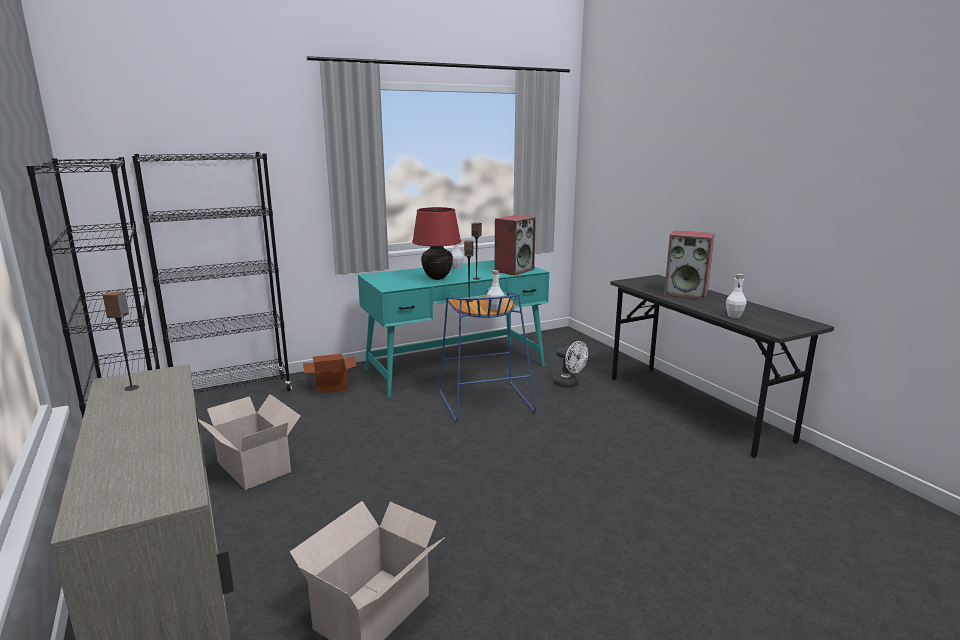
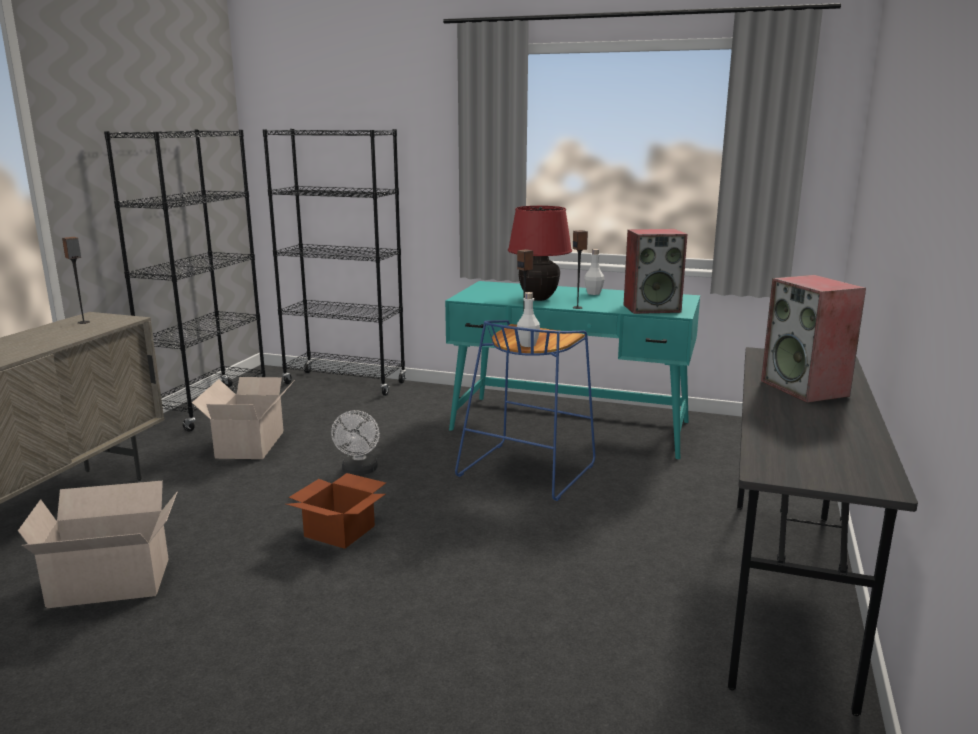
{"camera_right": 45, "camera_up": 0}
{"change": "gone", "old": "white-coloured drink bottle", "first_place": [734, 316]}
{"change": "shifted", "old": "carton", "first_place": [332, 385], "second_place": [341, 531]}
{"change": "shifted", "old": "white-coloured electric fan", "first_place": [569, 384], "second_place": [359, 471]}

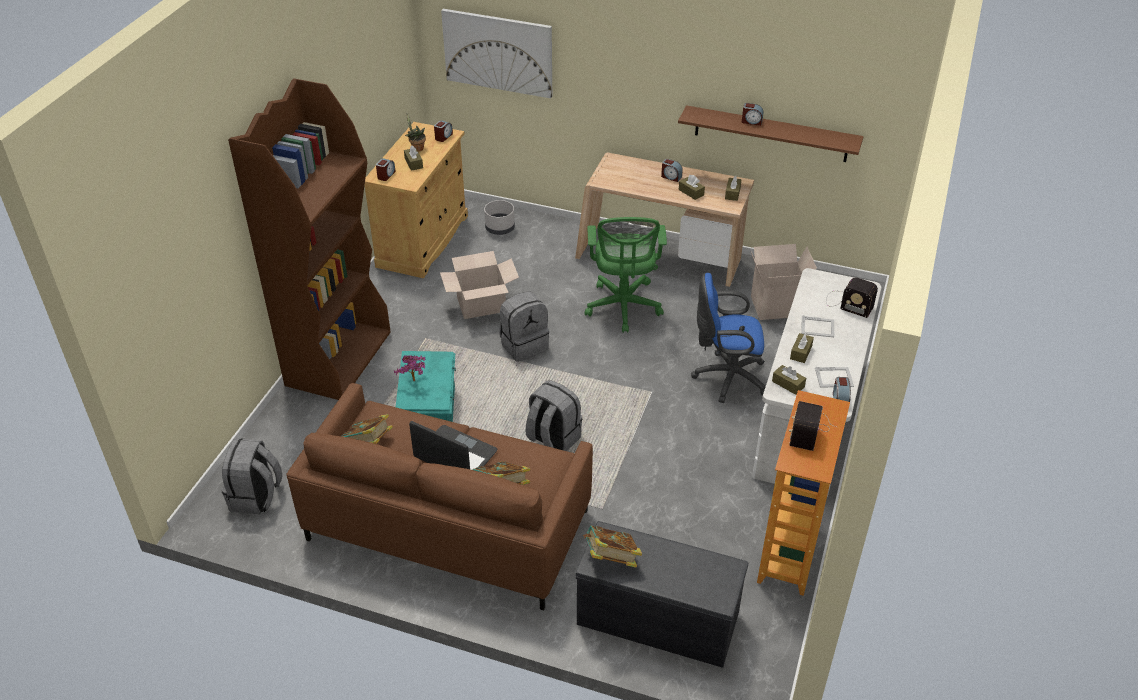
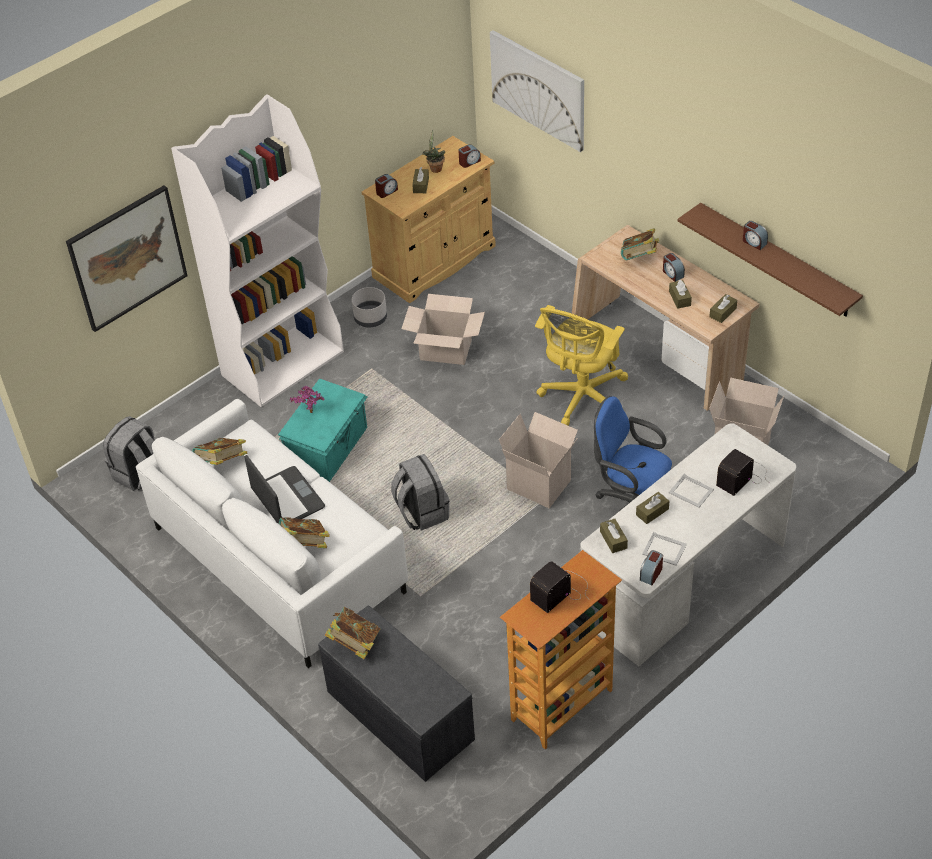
{"camera_right": 30, "camera_up": 5}
{"change": "gone", "old": "greyish backpack", "first_place": [524, 345]}
{"change": "new", "new": "wall art", "second_place": [127, 258]}
{"change": "new", "new": "carton", "second_place": [540, 484]}
{"change": "new", "new": "bound book", "second_place": [639, 258]}
{"change": "shifted", "old": "greyish flower pot", "first_place": [500, 228], "second_place": [371, 318]}
{"change": "repainted", "old": "brownish bookcase", "new": "white-coloured bookcase", "first_place": [338, 358], "second_place": [283, 363]}
{"change": "repainted", "old": "brownish settee", "new": "white-coloured settee", "first_place": [448, 523], "second_place": [279, 558]}
{"change": "repainted", "old": "greenish office chair", "new": "yellow-coloured office chair", "first_place": [623, 308], "second_place": [581, 398]}
{"change": "rotated", "old": "radio receiver", "first_place": [847, 303], "second_place": [743, 476], "degrees": 75}

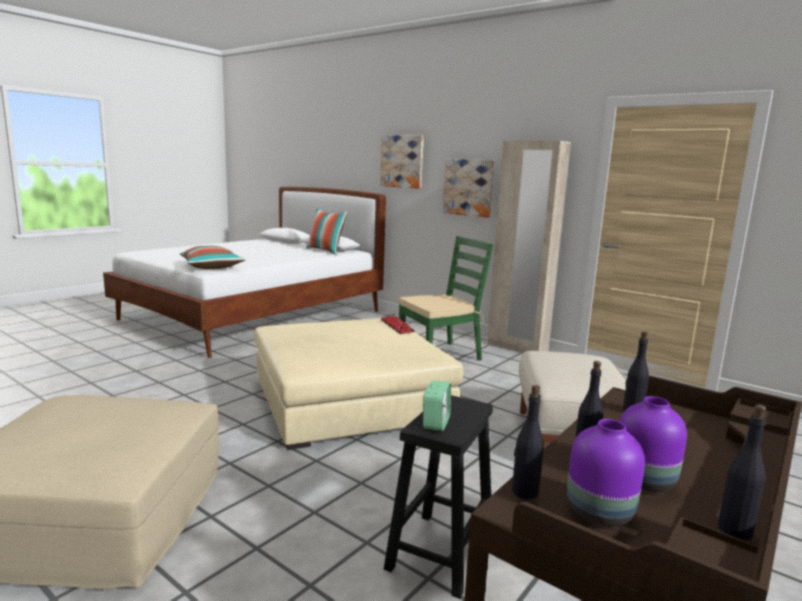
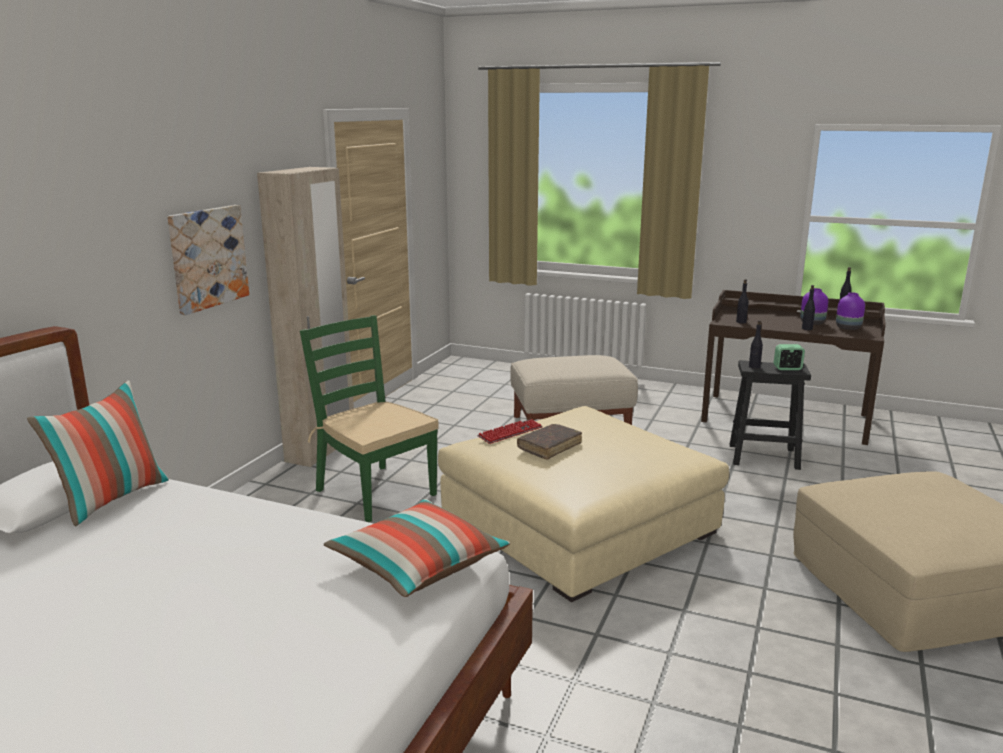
{"camera_right": -105, "camera_up": 5}
{"change": "gone", "old": "wall art", "first_place": [402, 161]}
{"change": "new", "new": "brownish bound book", "second_place": [549, 447]}
{"change": "shifted", "old": "blackish drink bottle", "first_place": [524, 491], "second_place": [754, 367]}

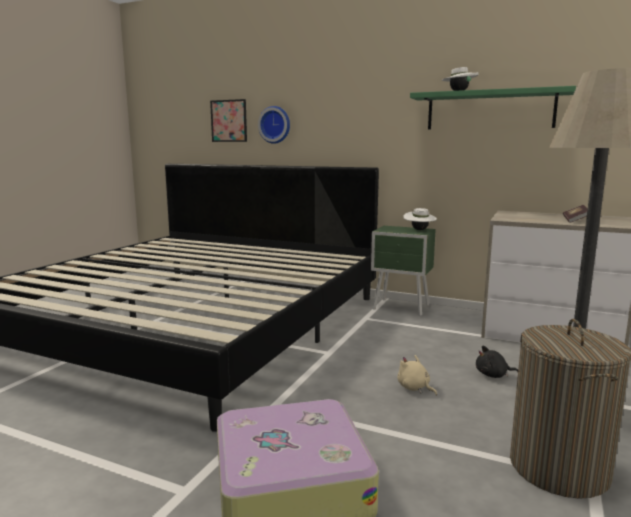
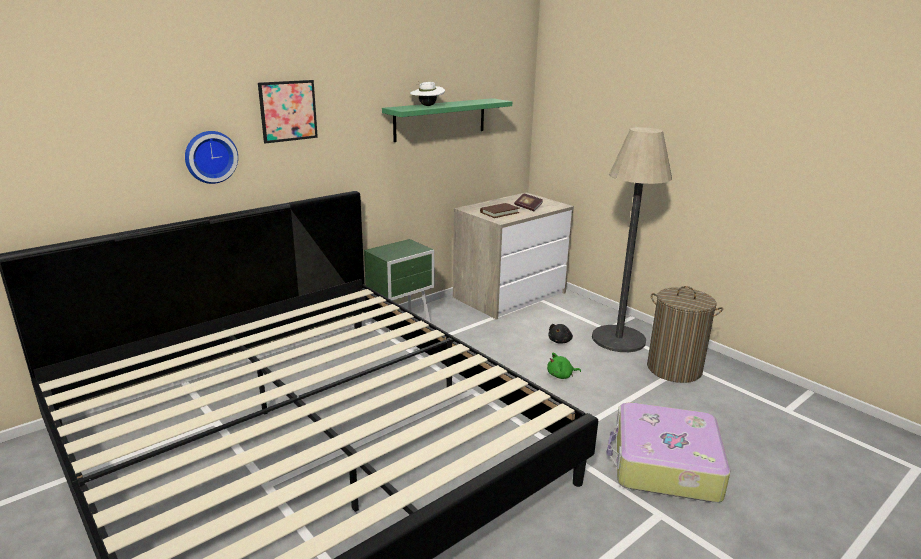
{"camera_right": -65, "camera_up": 10}
{"change": "gone", "old": "white-coloured wearable hat", "first_place": [419, 230]}
{"change": "new", "new": "brownish bound book", "second_place": [499, 212]}
{"change": "shifted", "old": "wall art", "first_place": [229, 121], "second_place": [288, 111]}
{"change": "repainted", "old": "beige-coloured plush toy", "new": "greenish plush toy", "first_place": [414, 388], "second_place": [561, 376]}

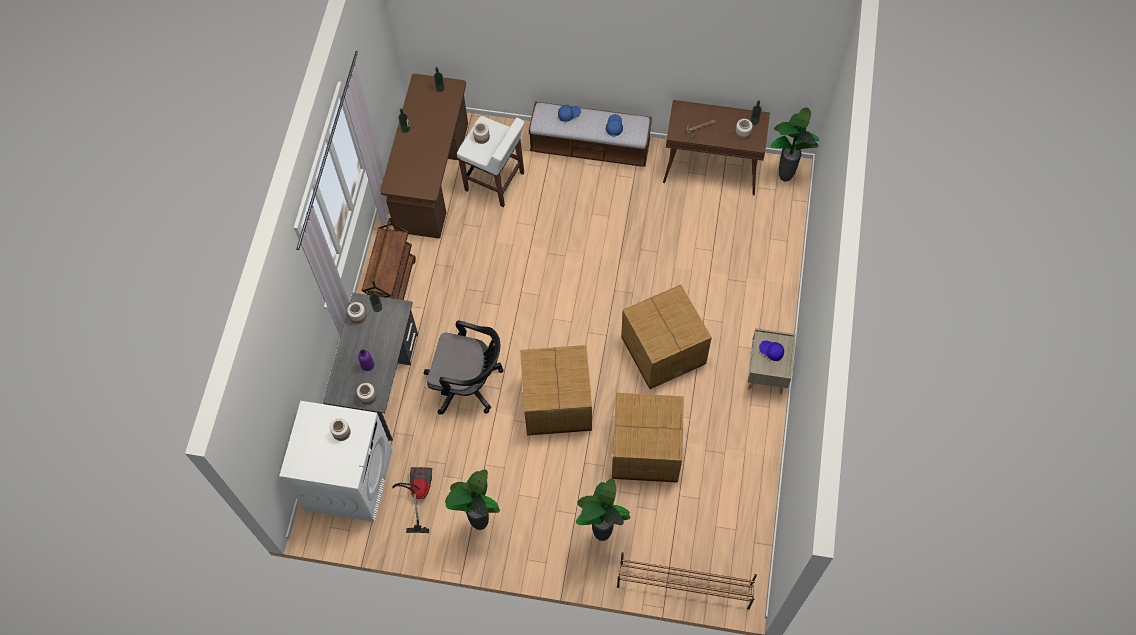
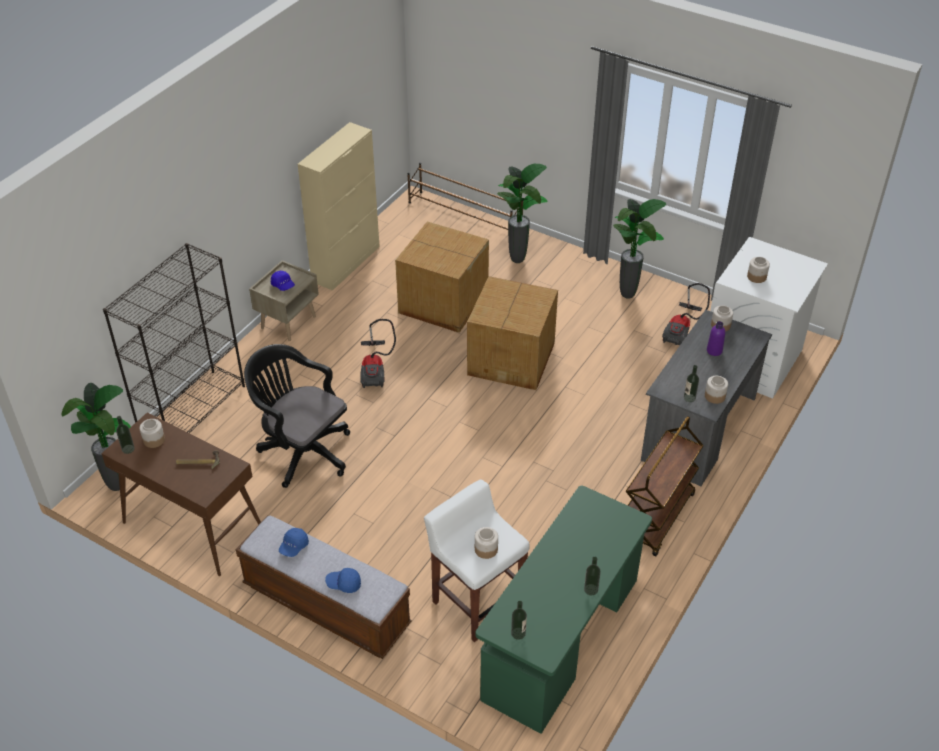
{"camera_right": -160, "camera_up": -20}
{"change": "new", "new": "blackish bookcase", "second_place": [193, 411]}
{"change": "new", "new": "beige-coloured cupboard", "second_place": [346, 263]}
{"change": "shifted", "old": "blackish office chair", "first_place": [468, 384], "second_place": [302, 451]}
{"change": "swapped", "old": "carton", "new": "hoover", "first_place": [663, 349], "second_place": [375, 369]}
{"change": "repainted", "old": "brownish desk table", "new": "greenish desk table", "first_place": [432, 177], "second_place": [561, 639]}

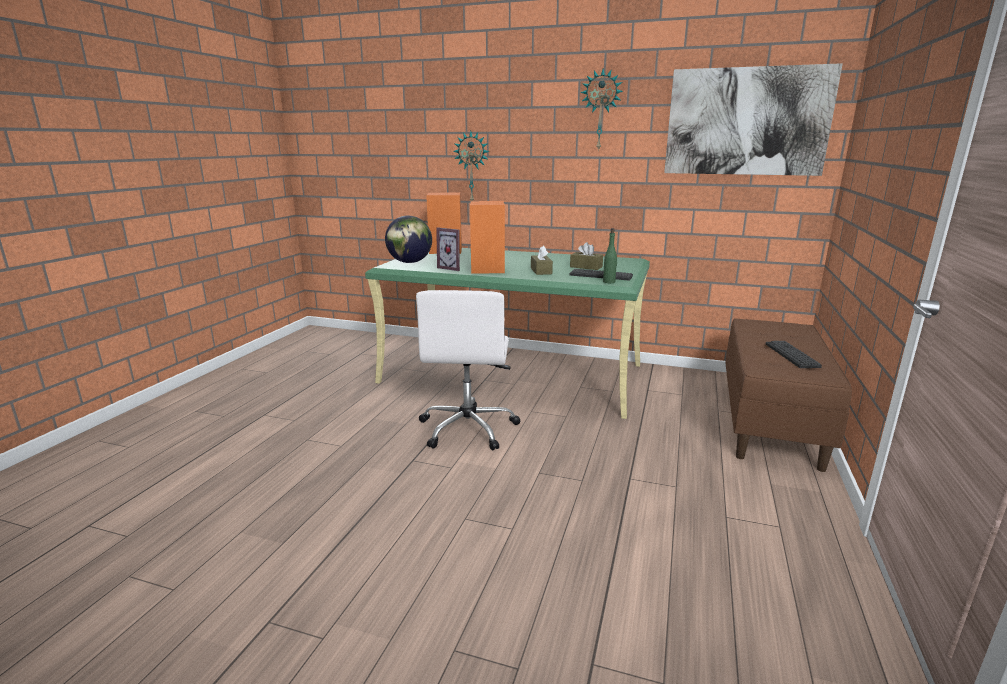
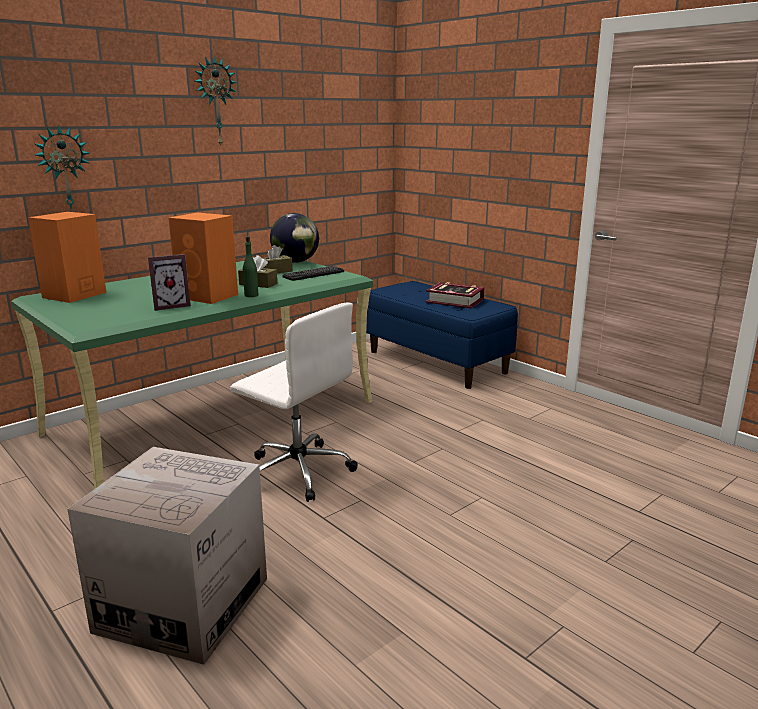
{"camera_right": -60, "camera_up": 0}
{"change": "gone", "old": "wall art", "first_place": [747, 122]}
{"change": "new", "new": "carton", "second_place": [183, 604]}
{"change": "shifted", "old": "globe", "first_place": [409, 262], "second_place": [295, 262]}
{"change": "shifted", "old": "greenish drink bottle", "first_place": [609, 282], "second_place": [251, 295]}
{"change": "swapped", "old": "computer keyboard", "new": "bound book", "first_place": [791, 355], "second_place": [455, 301]}
{"change": "repainted", "old": "brownish long seat", "new": "bluish long seat", "first_place": [770, 423], "second_place": [437, 362]}

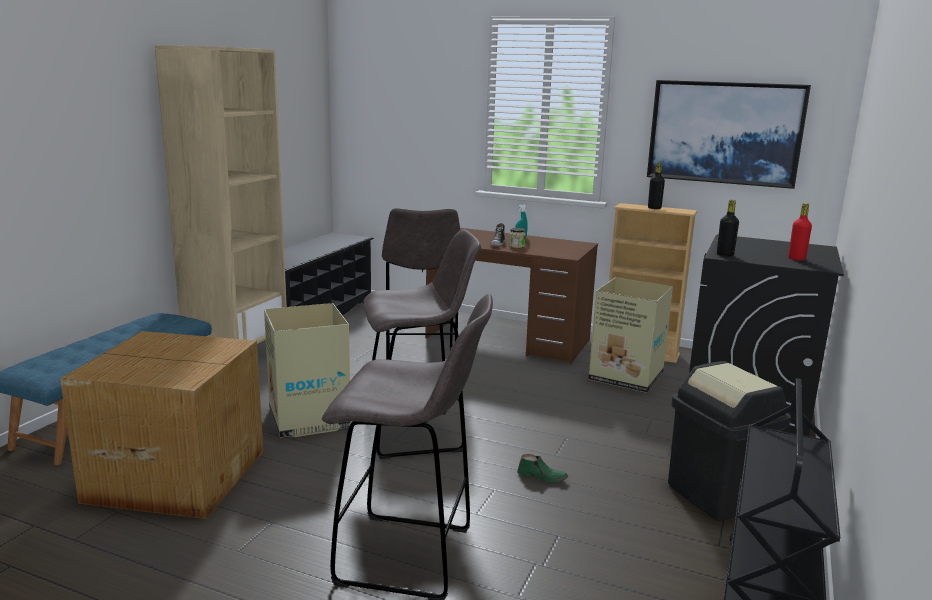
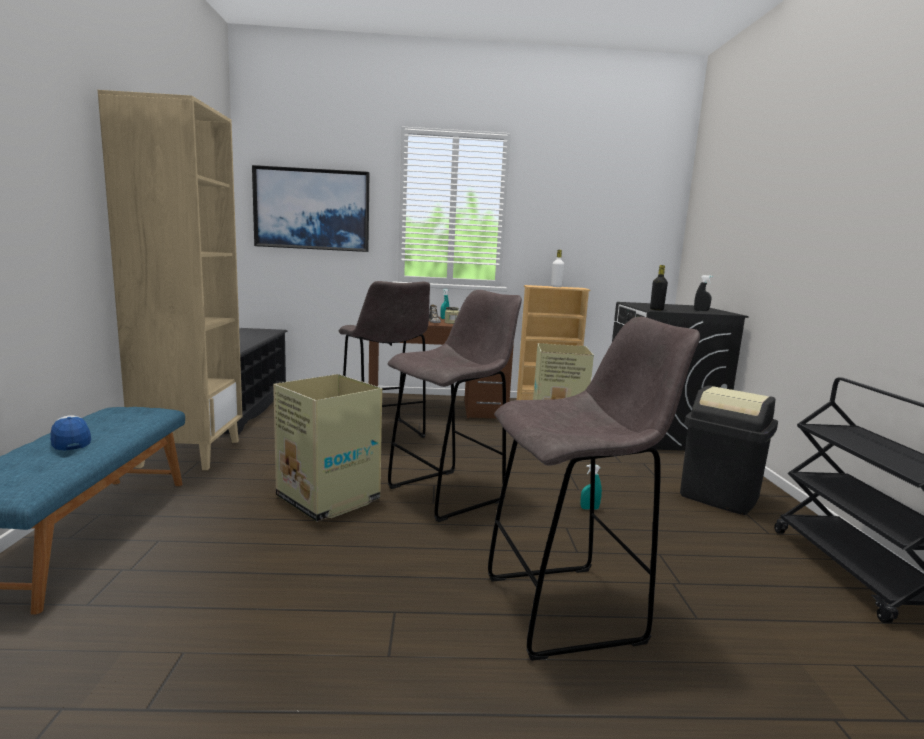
{"camera_right": -25, "camera_up": -5}
{"change": "gone", "old": "carton", "first_place": [176, 474]}
{"change": "new", "new": "baseball cap", "second_place": [70, 441]}
{"change": "shifted", "old": "wall art", "first_place": [725, 133], "second_place": [312, 209]}
{"change": "swapped", "old": "greenish shoe", "new": "blue-green hand sprayer", "first_place": [542, 476], "second_place": [589, 508]}
{"change": "swapped", "old": "reddish drink bottle", "new": "blackish hand sprayer", "first_place": [796, 259], "second_place": [701, 310]}
{"change": "repainted", "old": "blackish drink bottle", "new": "white-coloured drink bottle", "first_place": [654, 208], "second_place": [556, 286]}

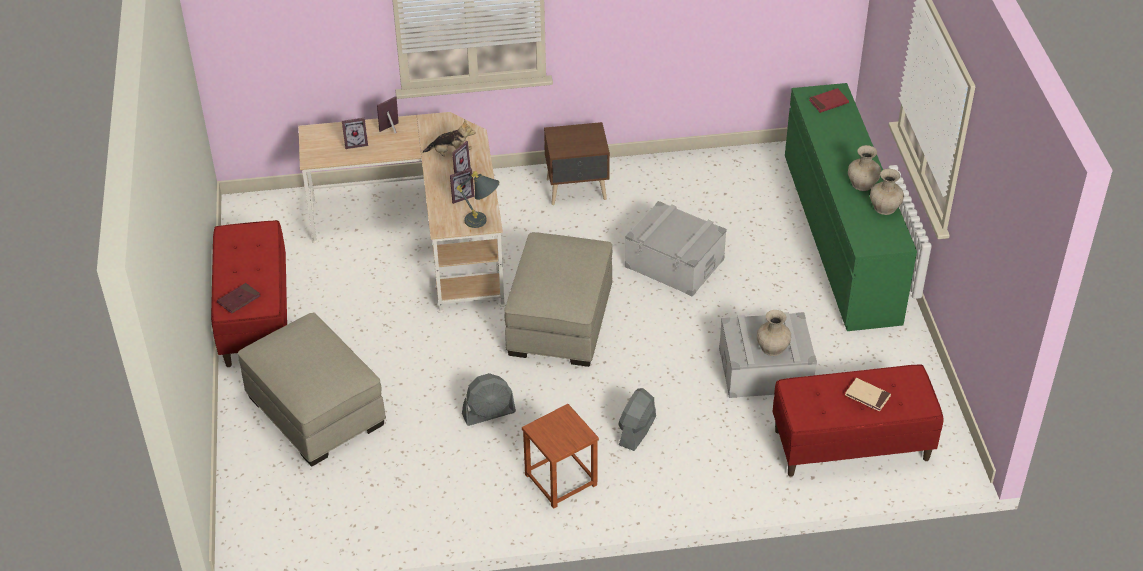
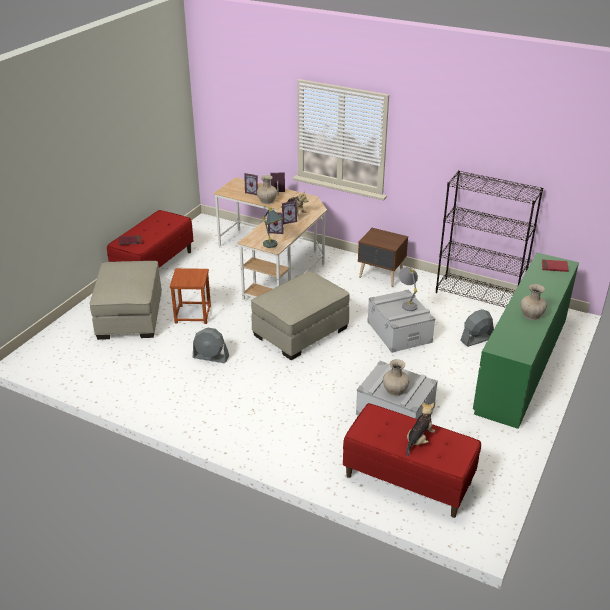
{"camera_right": 35, "camera_up": -10}
{"change": "new", "new": "greyish table lamp", "second_place": [407, 303]}
{"change": "new", "new": "blackish bookcase", "second_place": [479, 295]}
{"change": "shifted", "old": "brownish sitting stool", "first_place": [561, 480], "second_place": [192, 314]}
{"change": "shifted", "old": "greyish electric fan", "first_place": [637, 431], "second_place": [476, 339]}
{"change": "shifted", "old": "beige-coloured vase", "first_place": [884, 208], "second_place": [267, 201]}
{"change": "swapped", "old": "beige-coloured bound book", "new": "plush toy", "first_place": [867, 396], "second_place": [419, 440]}

